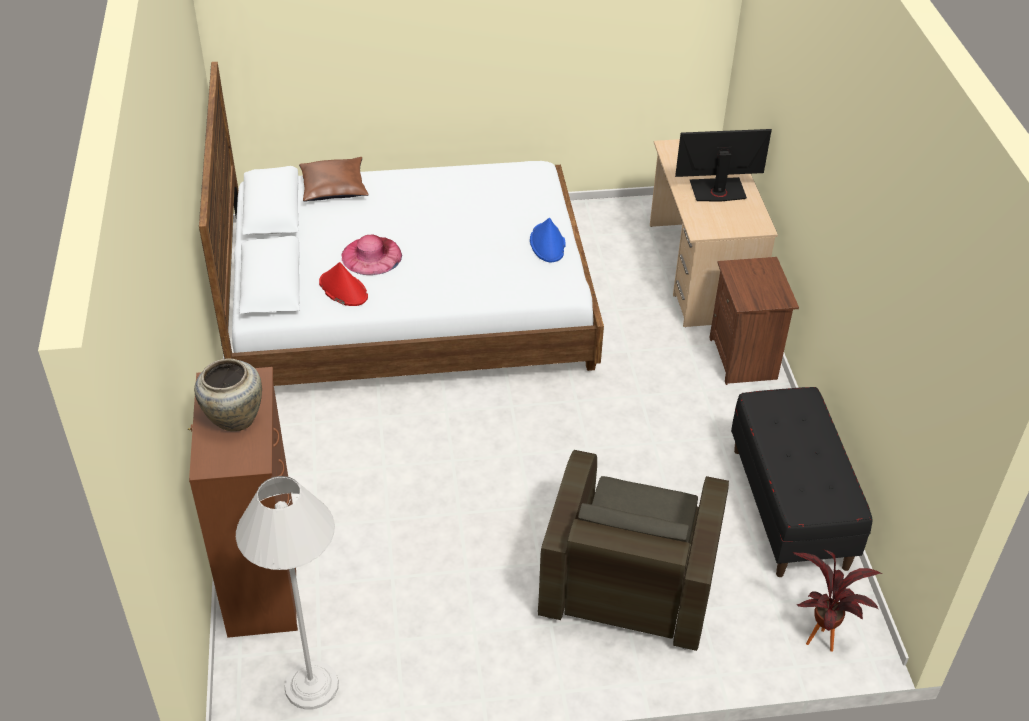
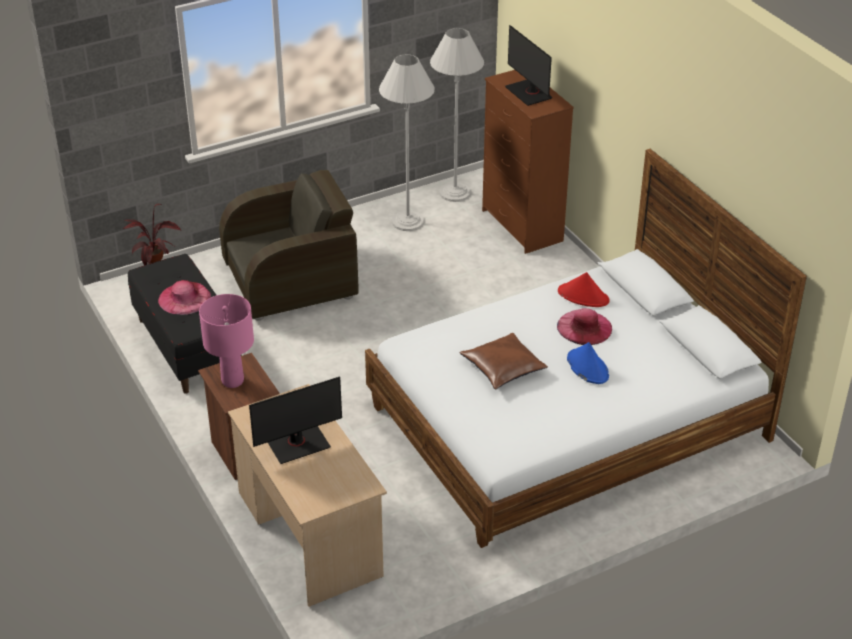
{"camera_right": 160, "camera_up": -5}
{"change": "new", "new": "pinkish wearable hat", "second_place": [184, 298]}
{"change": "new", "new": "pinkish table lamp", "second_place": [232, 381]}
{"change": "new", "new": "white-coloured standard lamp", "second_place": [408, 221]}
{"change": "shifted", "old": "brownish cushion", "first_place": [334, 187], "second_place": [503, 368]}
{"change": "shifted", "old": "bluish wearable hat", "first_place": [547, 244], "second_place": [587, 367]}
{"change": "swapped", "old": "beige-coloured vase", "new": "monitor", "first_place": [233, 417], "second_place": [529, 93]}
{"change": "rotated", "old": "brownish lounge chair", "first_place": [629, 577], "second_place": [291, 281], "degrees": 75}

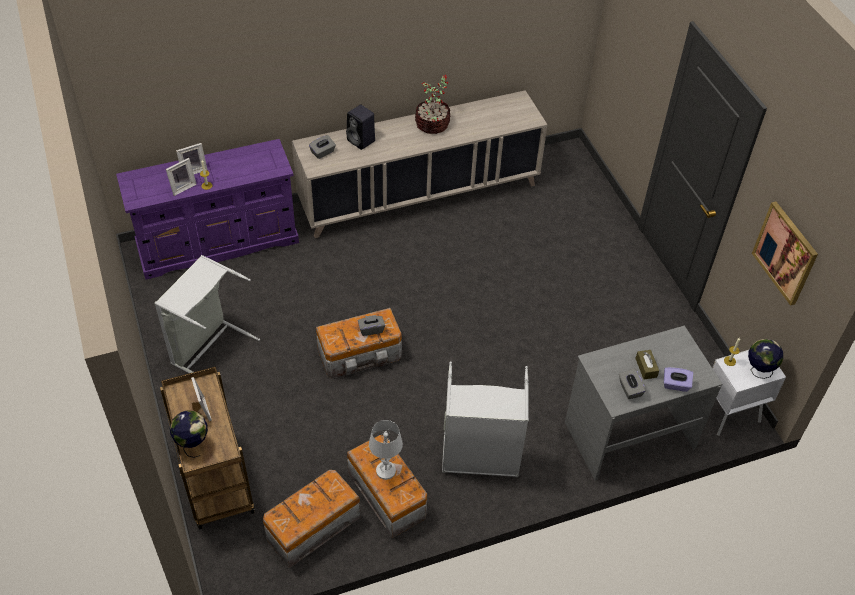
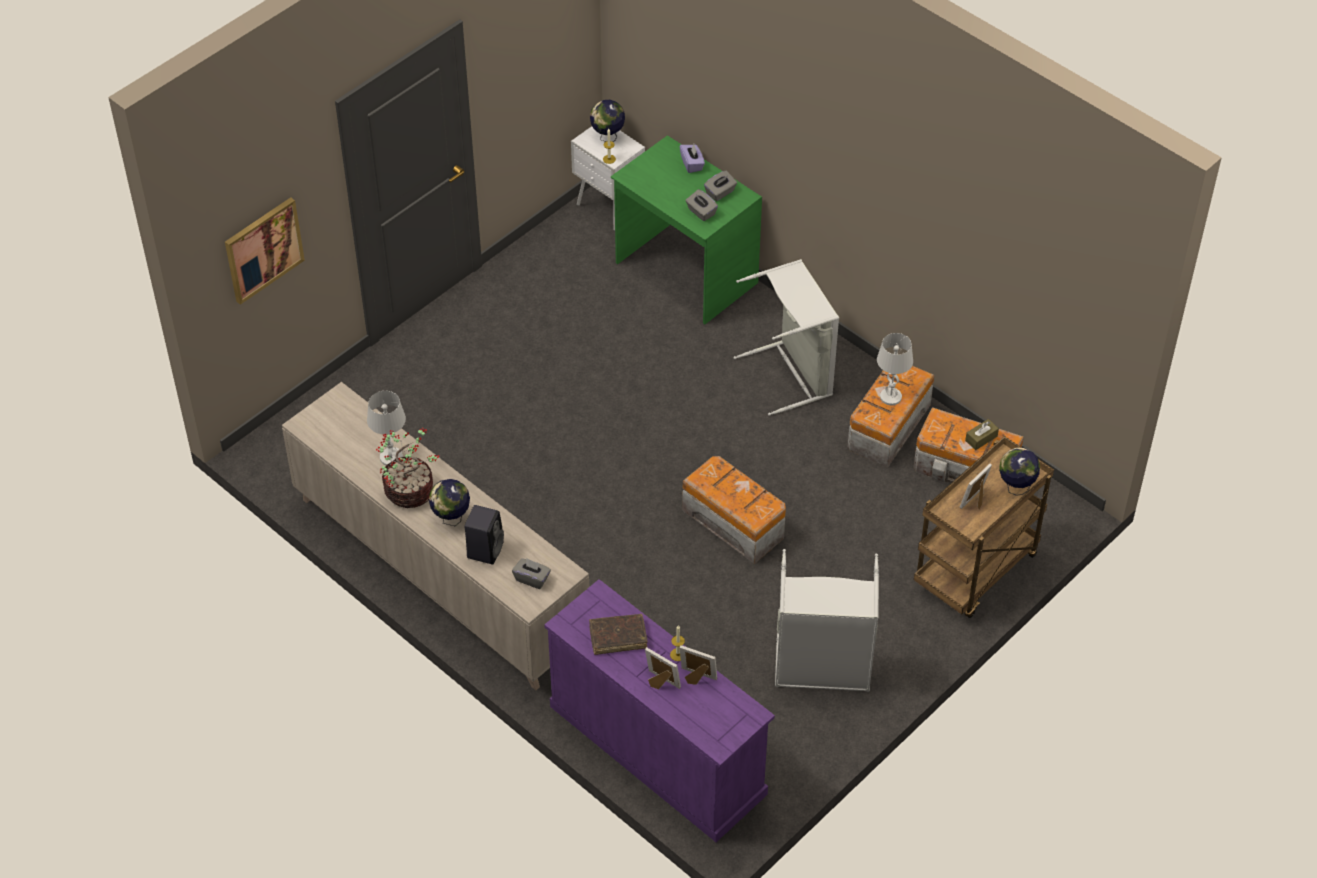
{"camera_right": -115, "camera_up": 0}
{"change": "new", "new": "white-coloured table lamp", "second_place": [391, 457]}
{"change": "new", "new": "globe", "second_place": [451, 519]}
{"change": "new", "new": "brownish bound book", "second_place": [618, 637]}
{"change": "shifted", "old": "greyish tissue box", "first_place": [371, 329], "second_place": [701, 212]}
{"change": "shifted", "old": "brownish tissue box", "first_place": [646, 368], "second_place": [981, 438]}
{"change": "shifted", "old": "wall art", "first_place": [785, 253], "second_place": [263, 249]}
{"change": "repainted", "old": "greyish desk table", "new": "greenish desk table", "first_place": [629, 434], "second_place": [685, 273]}

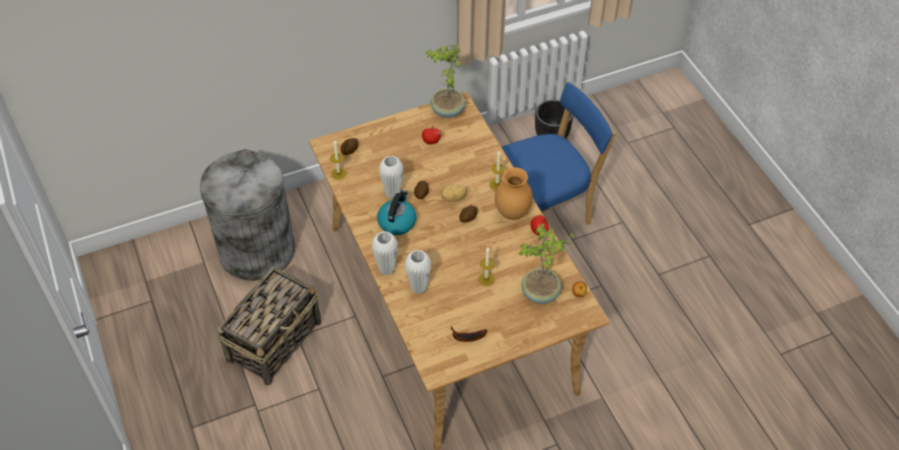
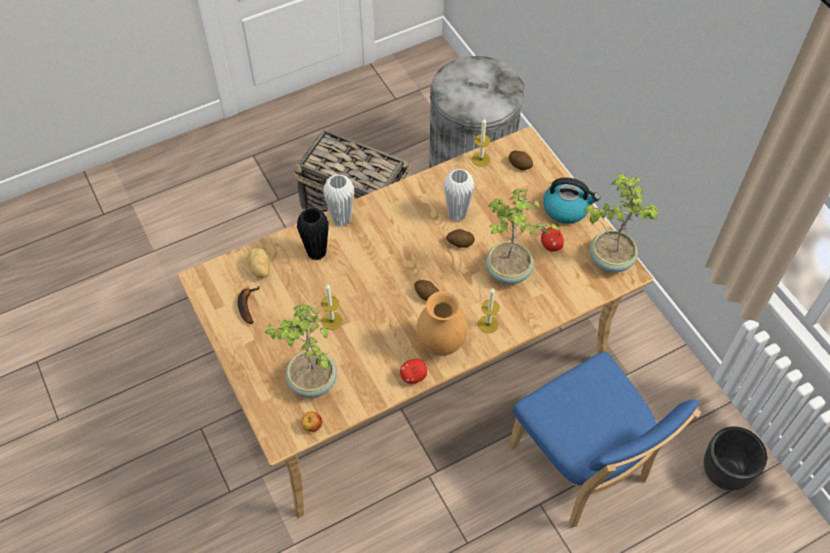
{"camera_right": 85, "camera_up": 5}
{"change": "new", "new": "houseplant", "second_place": [508, 272]}
{"change": "shifted", "old": "kettle", "first_place": [397, 222], "second_place": [566, 208]}
{"change": "shifted", "old": "spud", "first_place": [453, 198], "second_place": [259, 269]}
{"change": "repainted", "old": "white-coloured vase", "new": "blackish vase", "first_place": [418, 287], "second_place": [316, 252]}

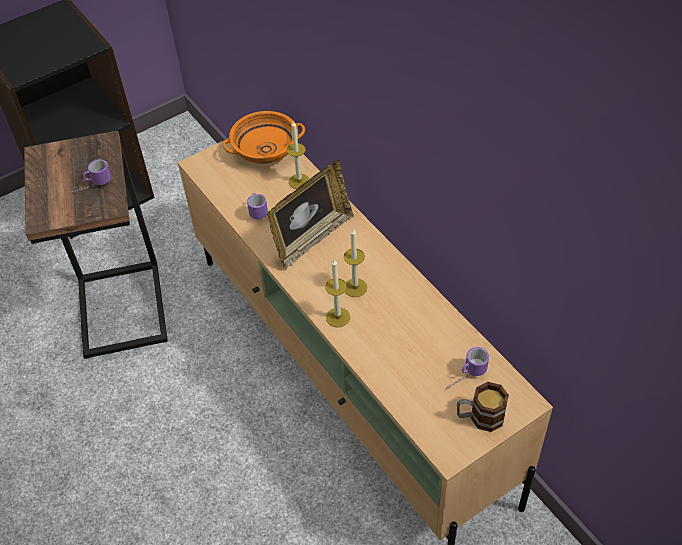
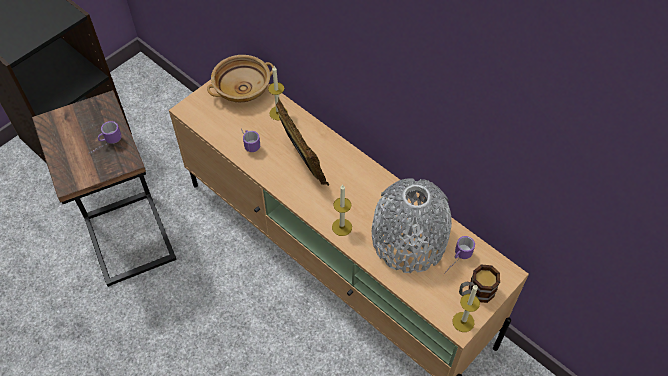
{"camera_right": -15, "camera_up": 5}
{"change": "new", "new": "greyish vase", "second_place": [409, 241]}
{"change": "shifted", "old": "candle", "first_place": [355, 287], "second_place": [463, 322]}
{"change": "repainted", "old": "orangey bowl", "new": "beige-coloured bowl", "first_place": [266, 149], "second_place": [242, 88]}
{"change": "rotated", "old": "standing frame", "first_place": [312, 238], "second_place": [302, 161], "degrees": -60}

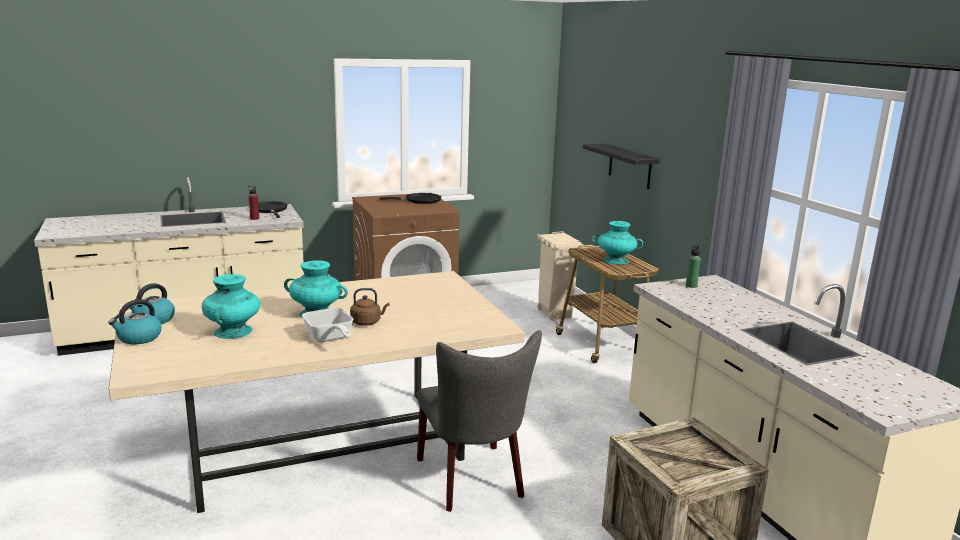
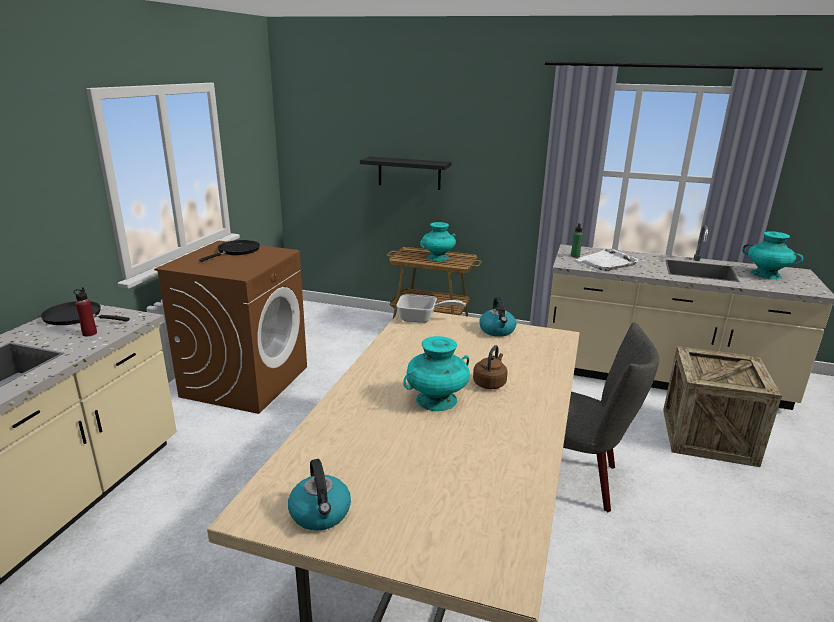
{"camera_right": -50, "camera_up": 5}
{"change": "gone", "old": "beige-coloured rubbish bin", "first_place": [554, 314]}
{"change": "new", "new": "white-coloured tray", "second_place": [606, 262]}
{"change": "shifted", "old": "kettle", "first_place": [138, 338], "second_place": [497, 331]}
{"change": "shifted", "old": "blue-green vase", "first_place": [233, 332], "second_place": [766, 274]}
{"change": "shifted", "old": "skillet", "first_place": [329, 338], "second_place": [422, 318]}

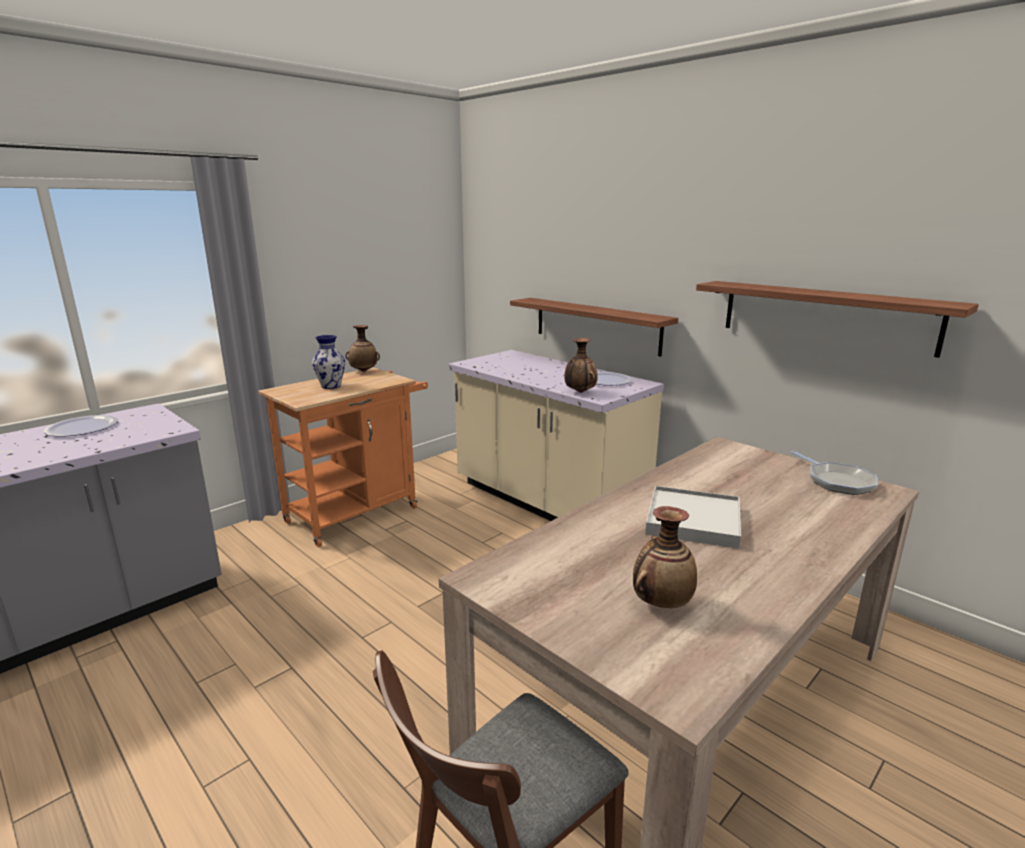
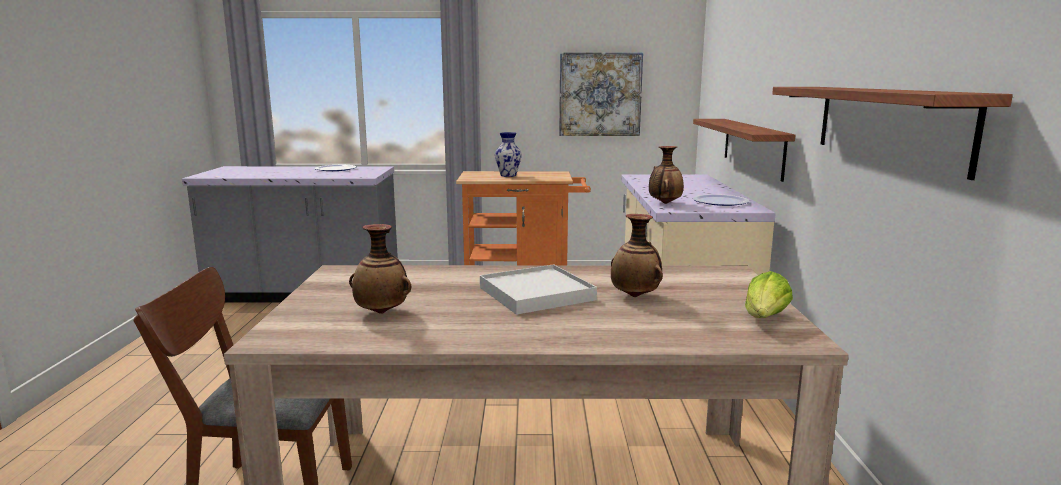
{"camera_right": 45, "camera_up": -5}
{"change": "new", "new": "wall art", "second_place": [600, 94]}
{"change": "shifted", "old": "vase", "first_place": [364, 371], "second_place": [635, 296]}
{"change": "swapped", "old": "skillet", "new": "head of lettuce", "first_place": [837, 481], "second_place": [764, 319]}

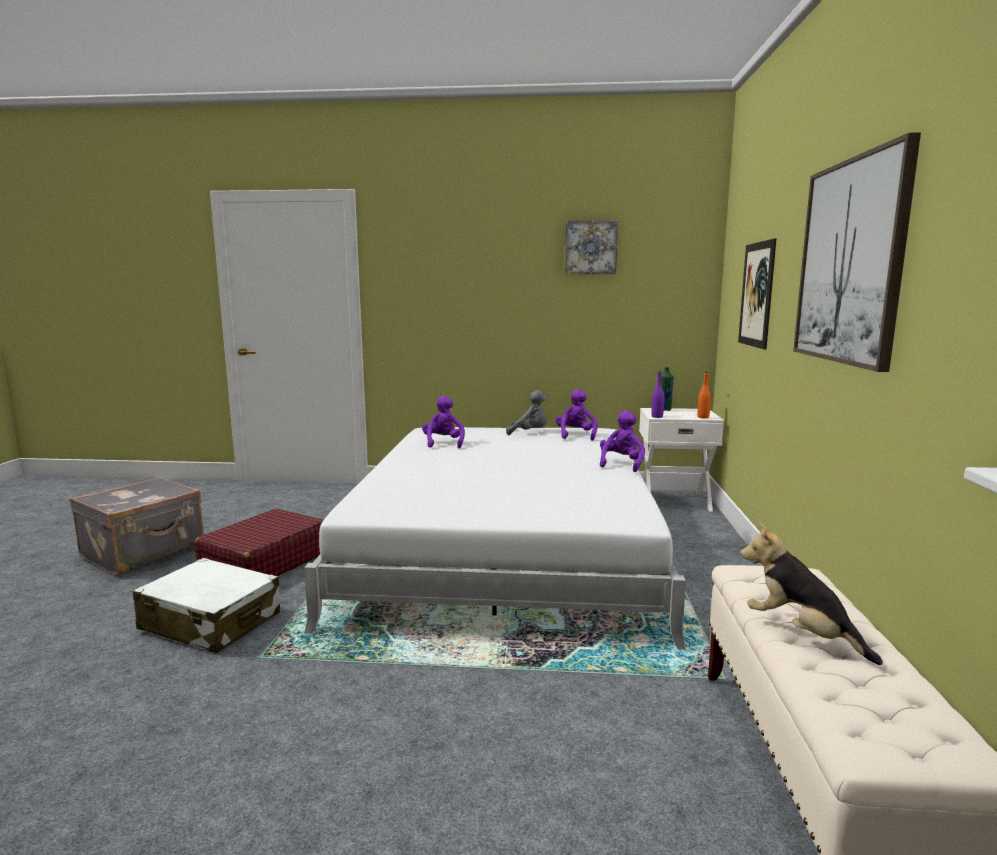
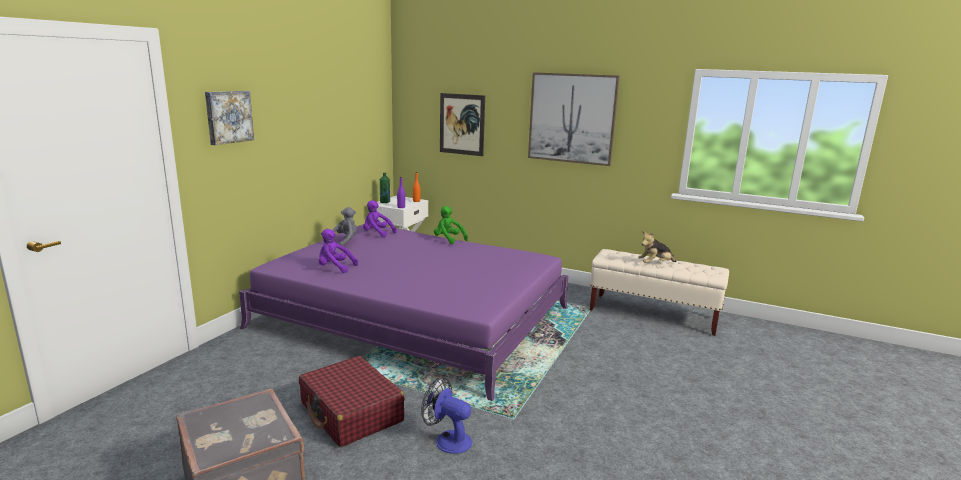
{"camera_right": -70, "camera_up": 5}
{"change": "shifted", "old": "wall art", "first_place": [590, 248], "second_place": [228, 117]}
{"change": "swapped", "old": "white-coloured piece of luggage", "new": "electric fan", "first_place": [211, 622], "second_place": [447, 439]}
{"change": "repainted", "old": "white-coloured bed", "new": "purplish bed", "first_place": [506, 544], "second_place": [414, 318]}
{"change": "repainted", "old": "purplish plush toy", "new": "greenish plush toy", "first_place": [621, 464], "second_place": [448, 240]}

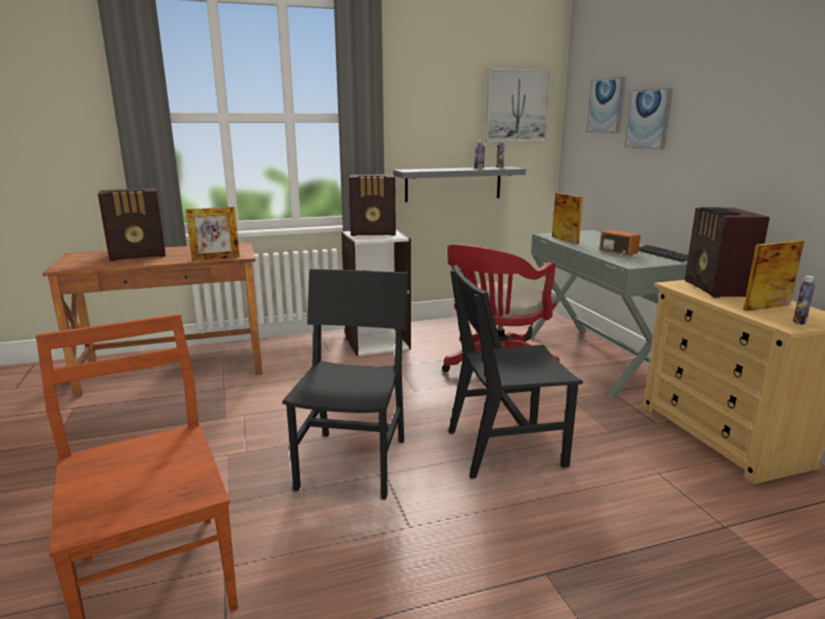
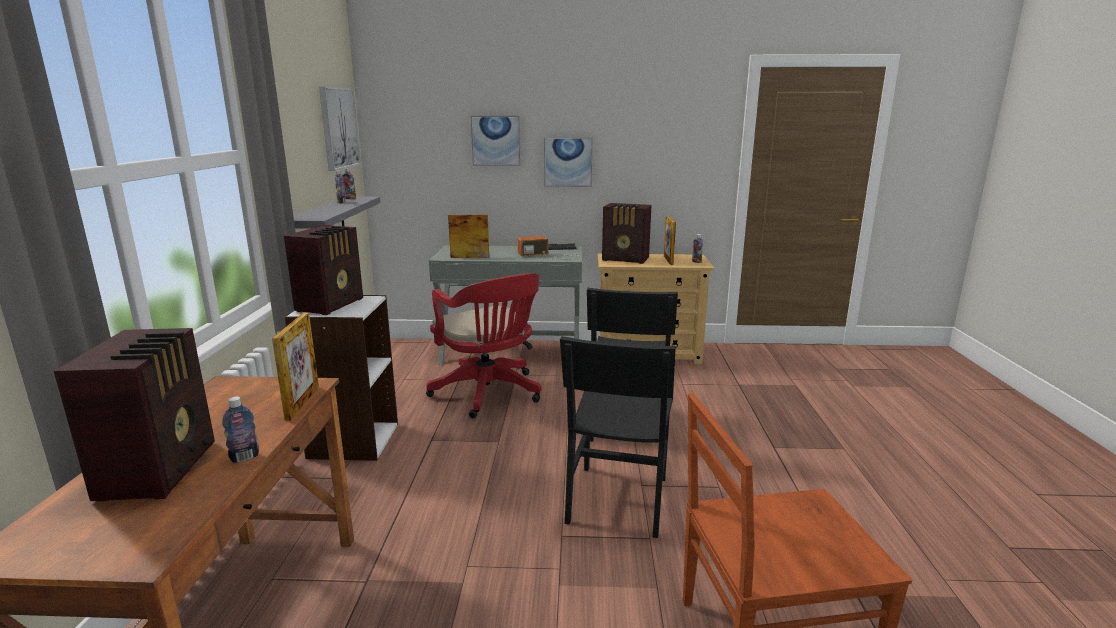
{"camera_right": -70, "camera_up": 0}
{"change": "new", "new": "drink bottle", "second_place": [245, 457]}
{"change": "shifted", "old": "wall art", "first_place": [606, 105], "second_place": [568, 162]}
{"change": "rotated", "old": "blackish plain chair", "first_place": [353, 463], "second_place": [617, 499], "degrees": -105}

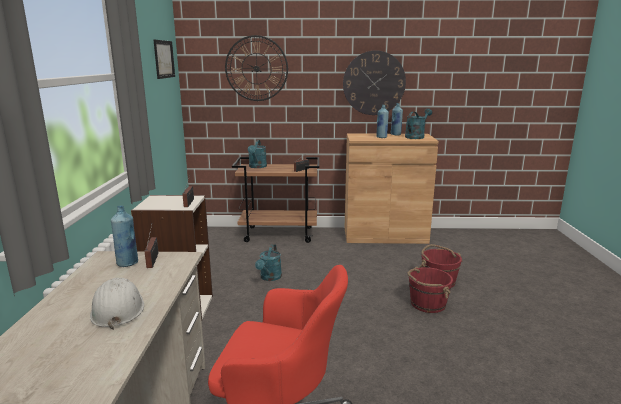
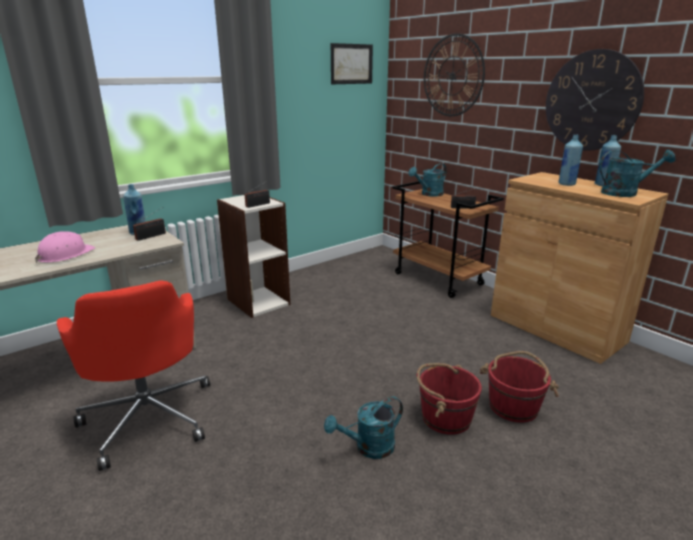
{"camera_right": 50, "camera_up": 5}
{"change": "shifted", "old": "blue-green watering pot", "first_place": [269, 278], "second_place": [368, 448]}
{"change": "repainted", "old": "white-coloured hard hat", "new": "pinkish hard hat", "first_place": [118, 309], "second_place": [65, 255]}

